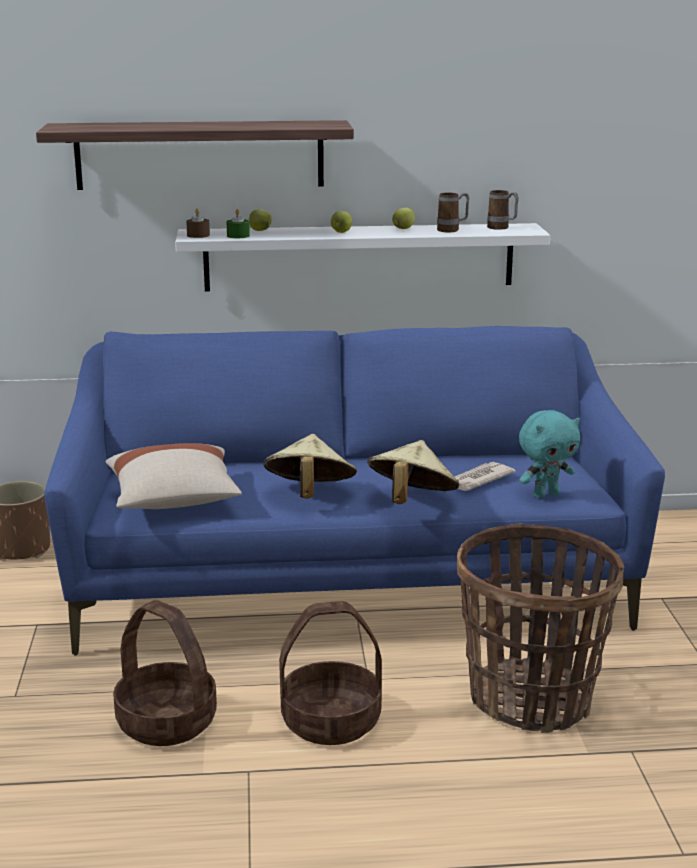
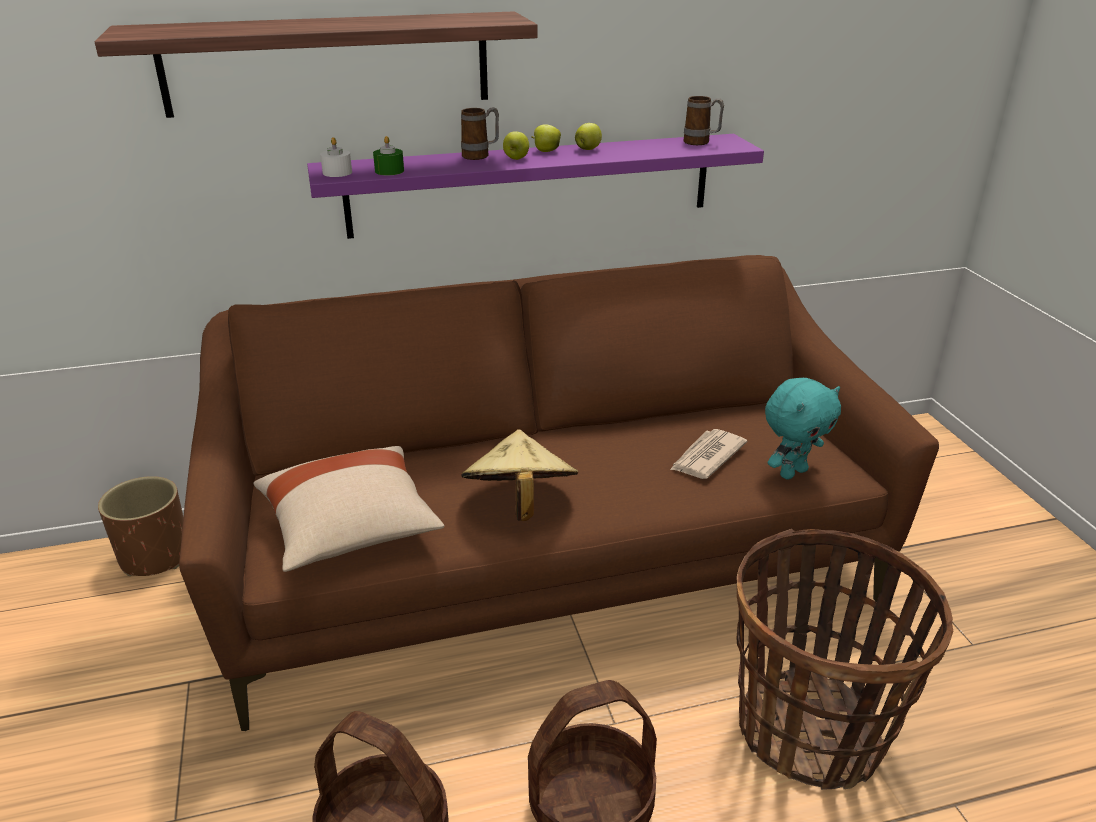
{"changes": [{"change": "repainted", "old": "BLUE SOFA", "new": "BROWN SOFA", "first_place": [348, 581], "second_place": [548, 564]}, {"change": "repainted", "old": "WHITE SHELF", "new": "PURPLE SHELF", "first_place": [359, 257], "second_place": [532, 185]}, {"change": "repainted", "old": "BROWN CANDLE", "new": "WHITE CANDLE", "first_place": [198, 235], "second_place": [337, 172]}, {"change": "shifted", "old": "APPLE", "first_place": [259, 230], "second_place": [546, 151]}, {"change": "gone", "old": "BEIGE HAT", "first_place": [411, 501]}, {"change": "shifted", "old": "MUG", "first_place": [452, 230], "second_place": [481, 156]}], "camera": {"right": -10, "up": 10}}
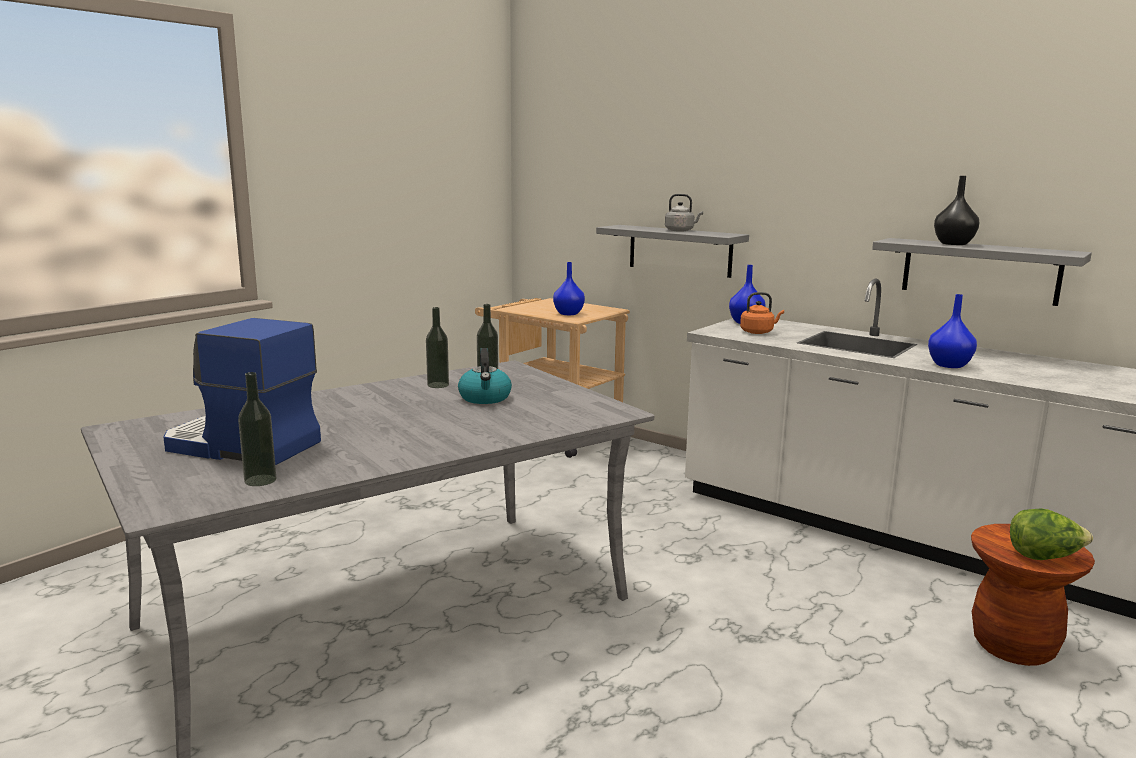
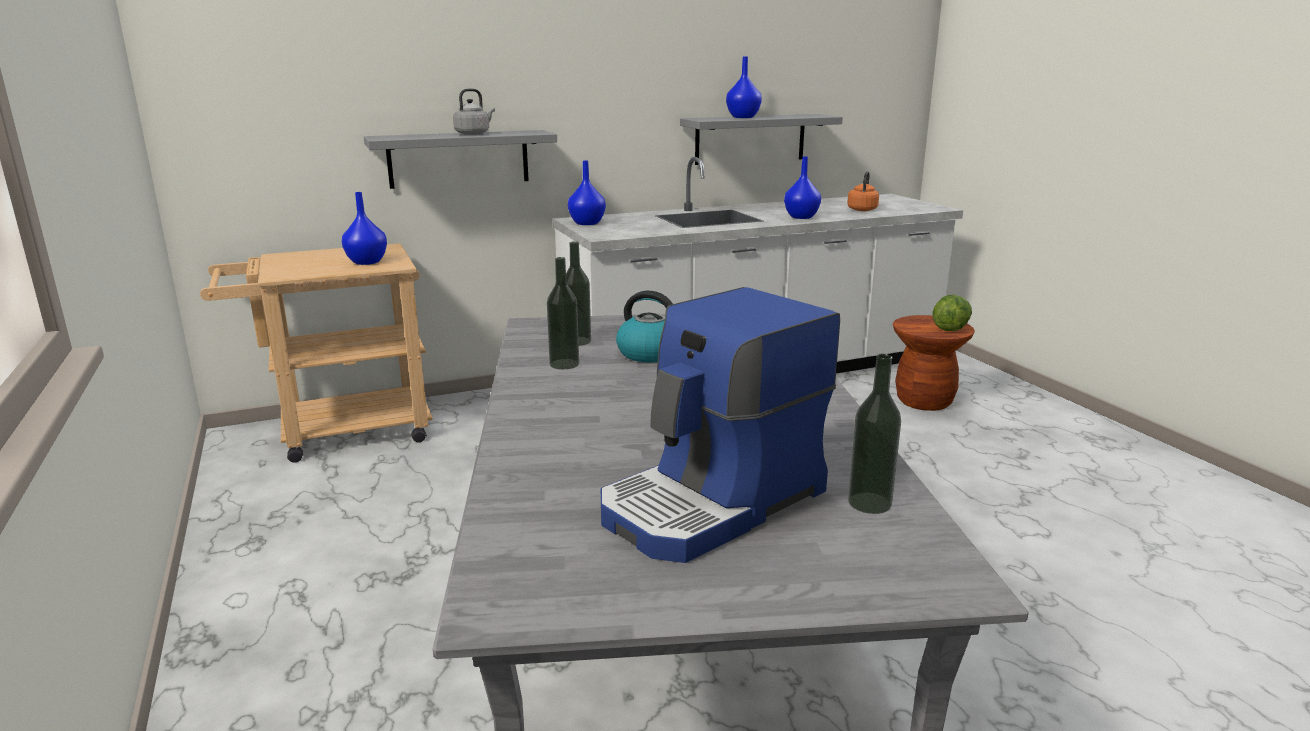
{"changes": [{"change": "shifted", "old": "ORANGE KETTLE", "first_place": [758, 332], "second_place": [862, 209]}, {"change": "repainted", "old": "BLACK VASE", "new": "BLUE VASE", "first_place": [953, 244], "second_place": [743, 117]}], "camera": {"right": -60, "up": 5}}
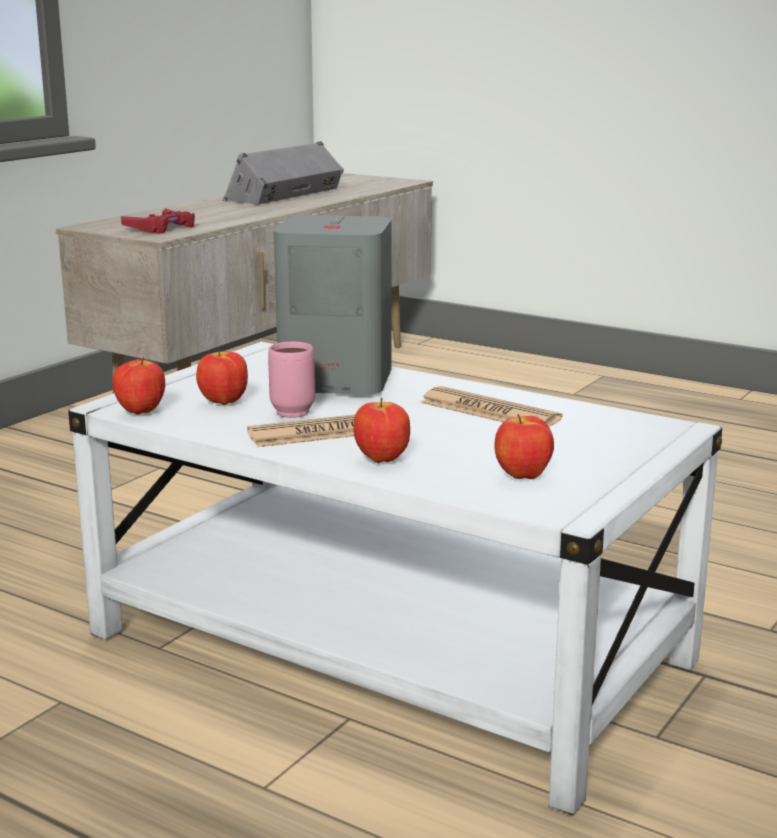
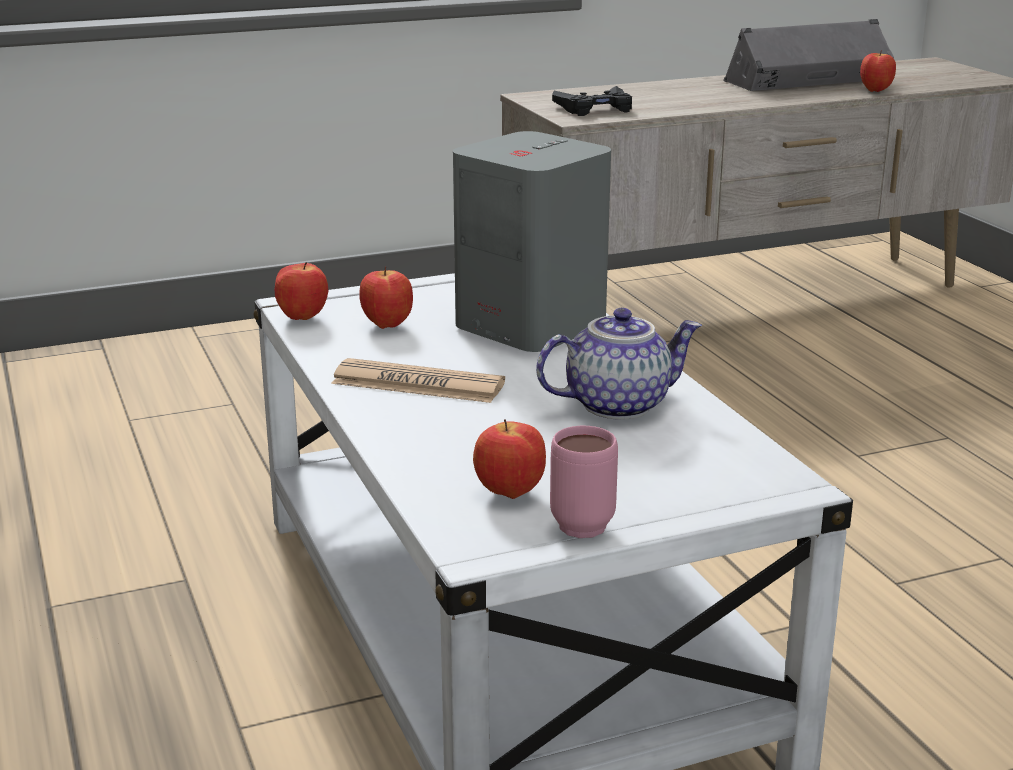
{"changes": [{"change": "repainted", "old": "RED GAME CONTROLLER", "new": "BLACK GAME CONTROLLER", "first_place": [161, 228], "second_place": [595, 108]}, {"change": "shifted", "old": "PINK MUG", "first_place": [288, 410], "second_place": [582, 520]}, {"change": "shifted", "old": "APPLE", "first_place": [381, 460], "second_place": [875, 91]}, {"change": "swapped", "old": "NEWSPAPER", "new": "TEAPOT", "first_place": [489, 411], "second_place": [617, 404]}], "camera": {"right": 35, "up": 5}}
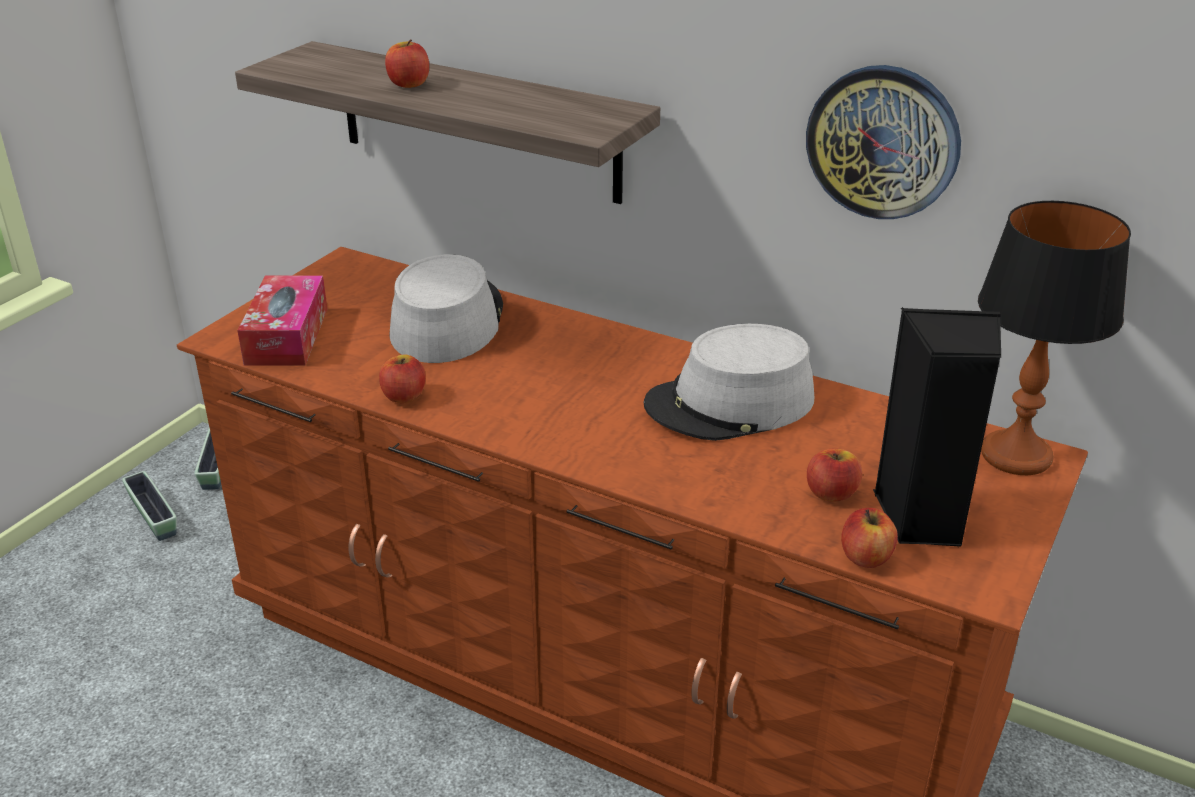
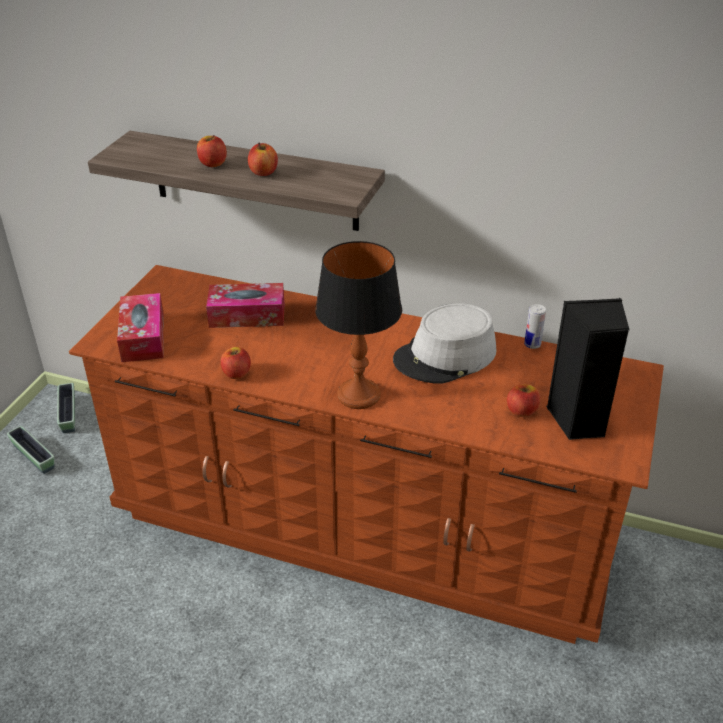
{"changes": [{"change": "swapped", "old": "GREY HAT", "new": "TISSUE BOX", "first_place": [447, 321], "second_place": [247, 315]}, {"change": "gone", "old": "WALL CLOCK", "first_place": [883, 142]}, {"change": "shifted", "old": "APPLE", "first_place": [866, 557], "second_place": [263, 172]}, {"change": "shifted", "old": "TABLE LAMP", "first_place": [1014, 455], "second_place": [358, 395]}, {"change": "new", "new": "CAN", "second_place": [532, 344]}], "camera": {"right": -10, "up": 5}}
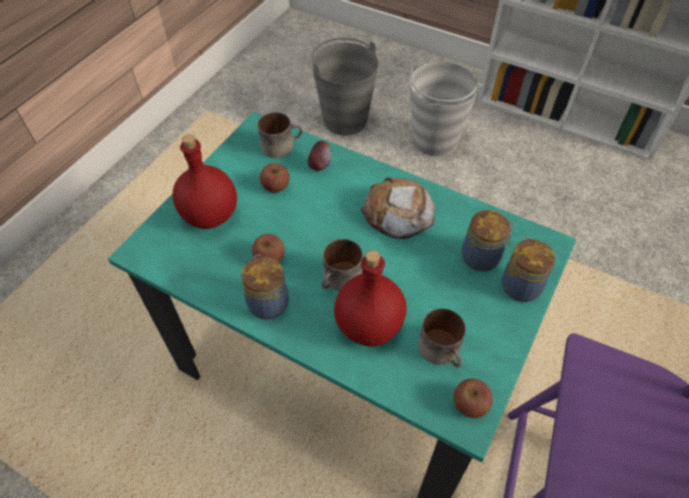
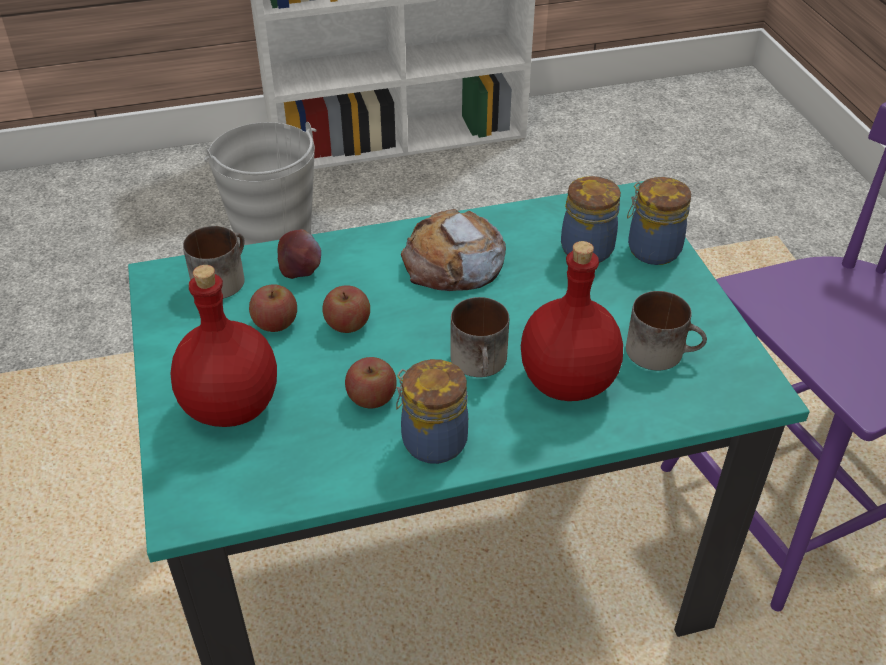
{"changes": [{"change": "gone", "old": "GREY BUCKET", "first_place": [345, 119]}, {"change": "shifted", "old": "APPLE", "first_place": [470, 404], "second_place": [347, 324]}], "camera": {"right": -45, "up": -10}}
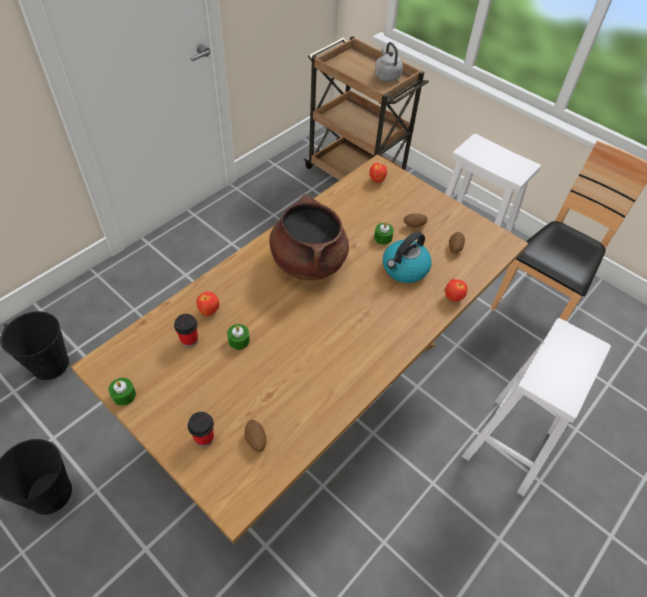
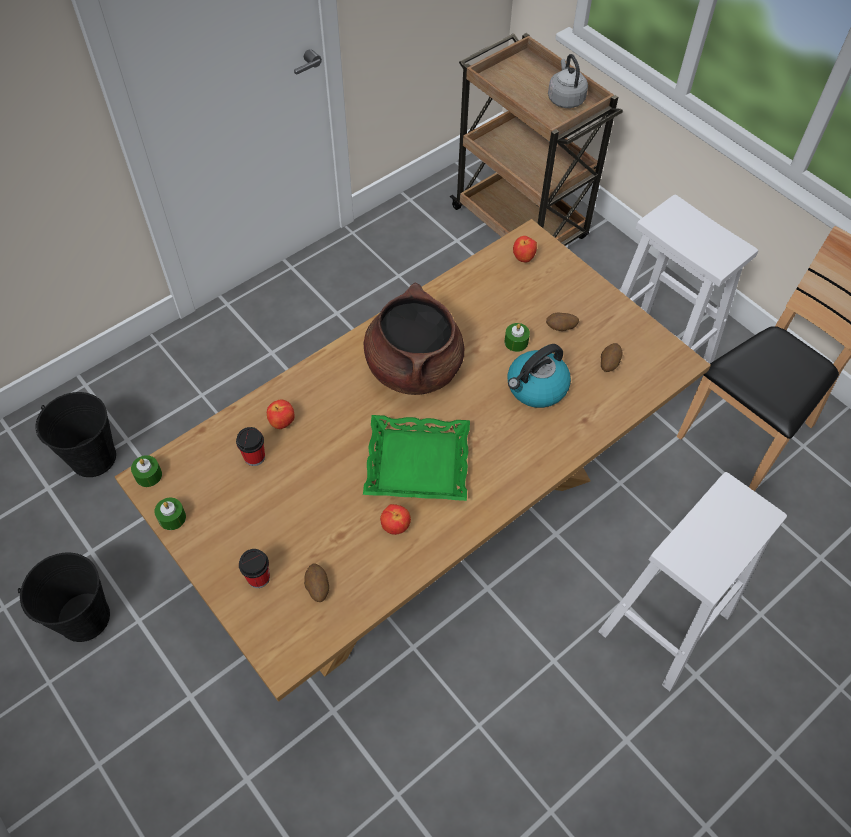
{"changes": [{"change": "shifted", "old": "GREEN CANDLE", "first_place": [239, 340], "second_place": [148, 475]}, {"change": "shifted", "old": "APPLE", "first_place": [453, 297], "second_place": [396, 527]}, {"change": "new", "new": "GREEN TRAY", "second_place": [417, 464]}], "camera": {"right": 10, "up": 5}}
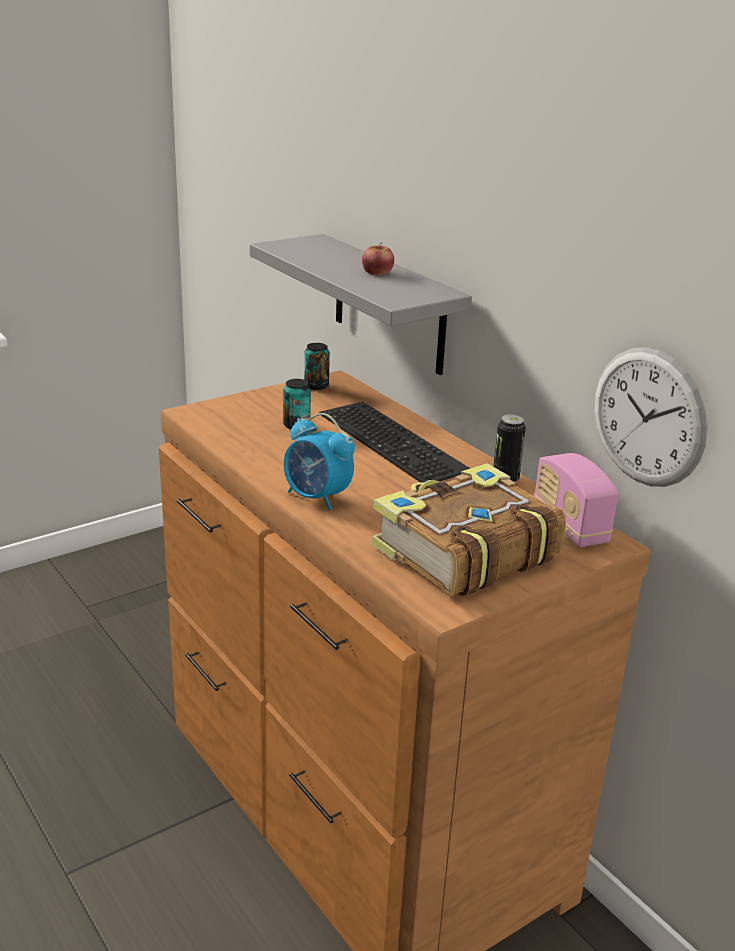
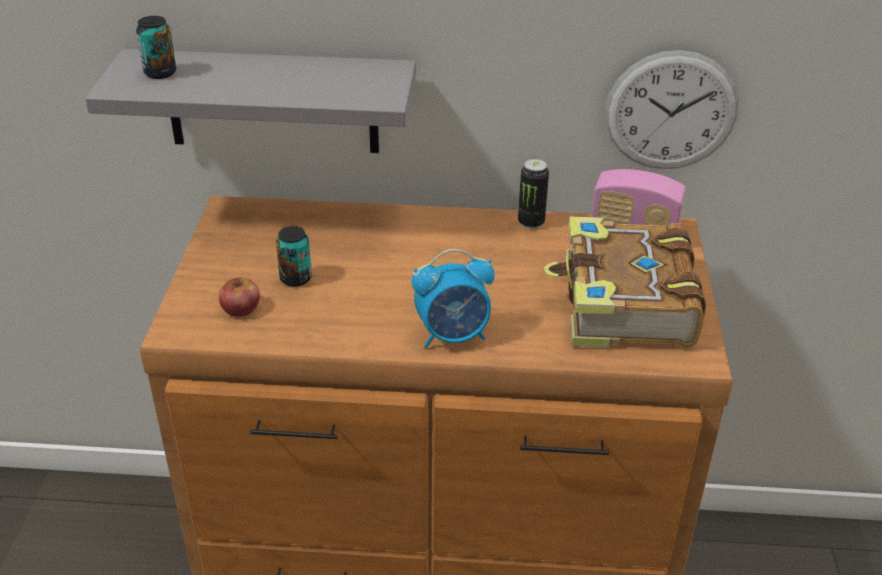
{"changes": [{"change": "shifted", "old": "CAN", "first_place": [316, 385], "second_place": [160, 73]}, {"change": "gone", "old": "KEYBOARD", "first_place": [395, 441]}, {"change": "shifted", "old": "APPLE", "first_place": [377, 272], "second_place": [240, 308]}], "camera": {"right": -50, "up": 10}}
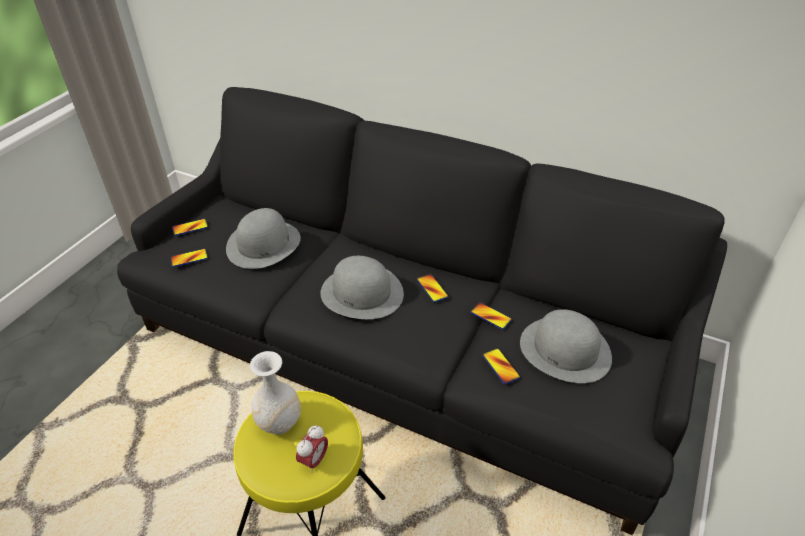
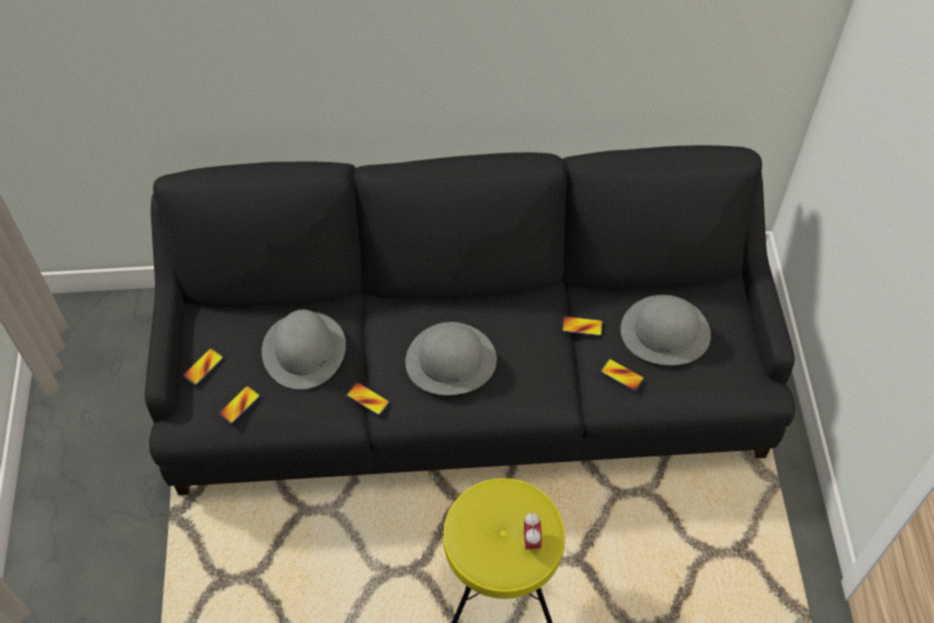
{"changes": [{"change": "gone", "old": "WHITE VASE", "first_place": [279, 422]}, {"change": "shifted", "old": "PHONE", "first_place": [432, 288], "second_place": [367, 399]}], "camera": {"right": -30, "up": 15}}
